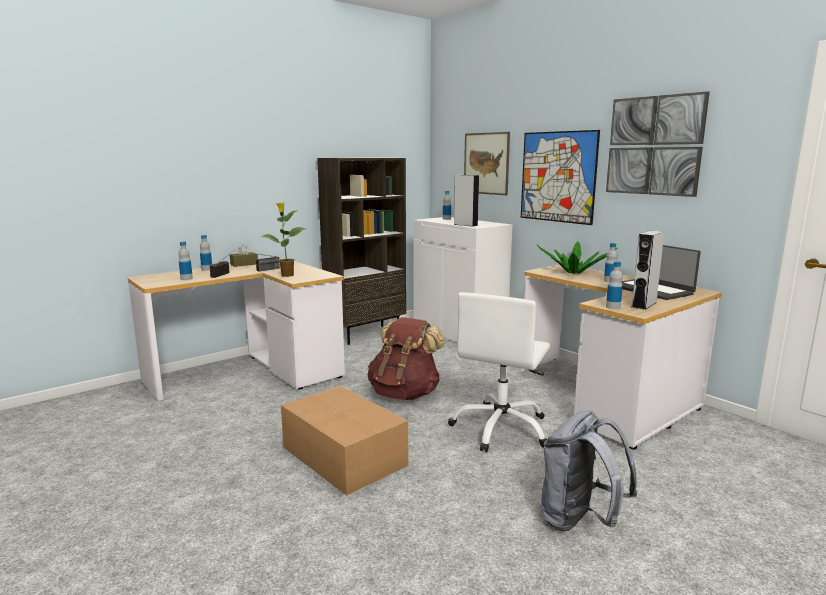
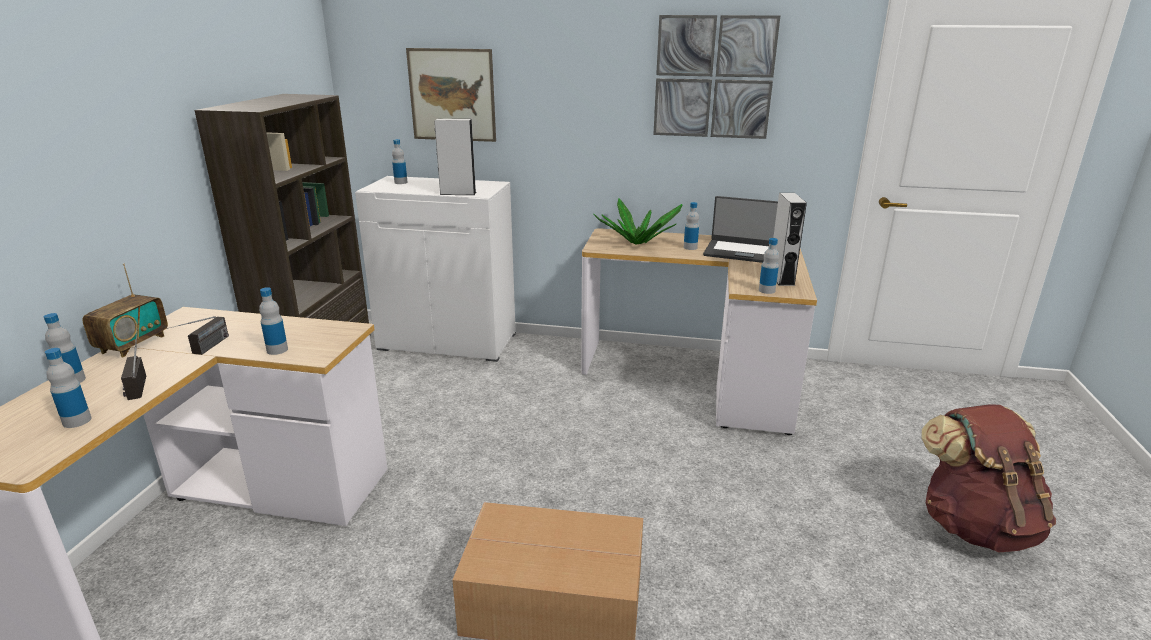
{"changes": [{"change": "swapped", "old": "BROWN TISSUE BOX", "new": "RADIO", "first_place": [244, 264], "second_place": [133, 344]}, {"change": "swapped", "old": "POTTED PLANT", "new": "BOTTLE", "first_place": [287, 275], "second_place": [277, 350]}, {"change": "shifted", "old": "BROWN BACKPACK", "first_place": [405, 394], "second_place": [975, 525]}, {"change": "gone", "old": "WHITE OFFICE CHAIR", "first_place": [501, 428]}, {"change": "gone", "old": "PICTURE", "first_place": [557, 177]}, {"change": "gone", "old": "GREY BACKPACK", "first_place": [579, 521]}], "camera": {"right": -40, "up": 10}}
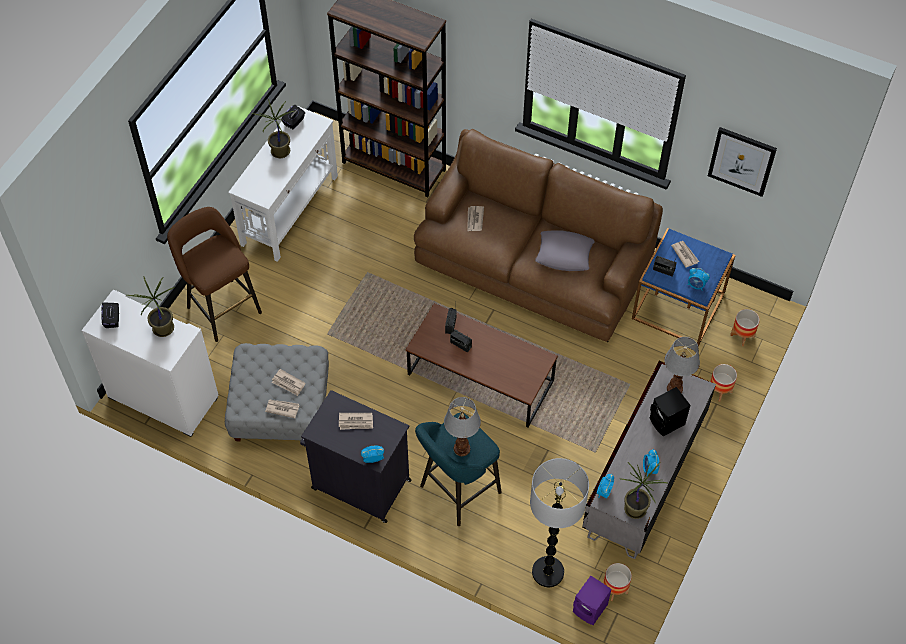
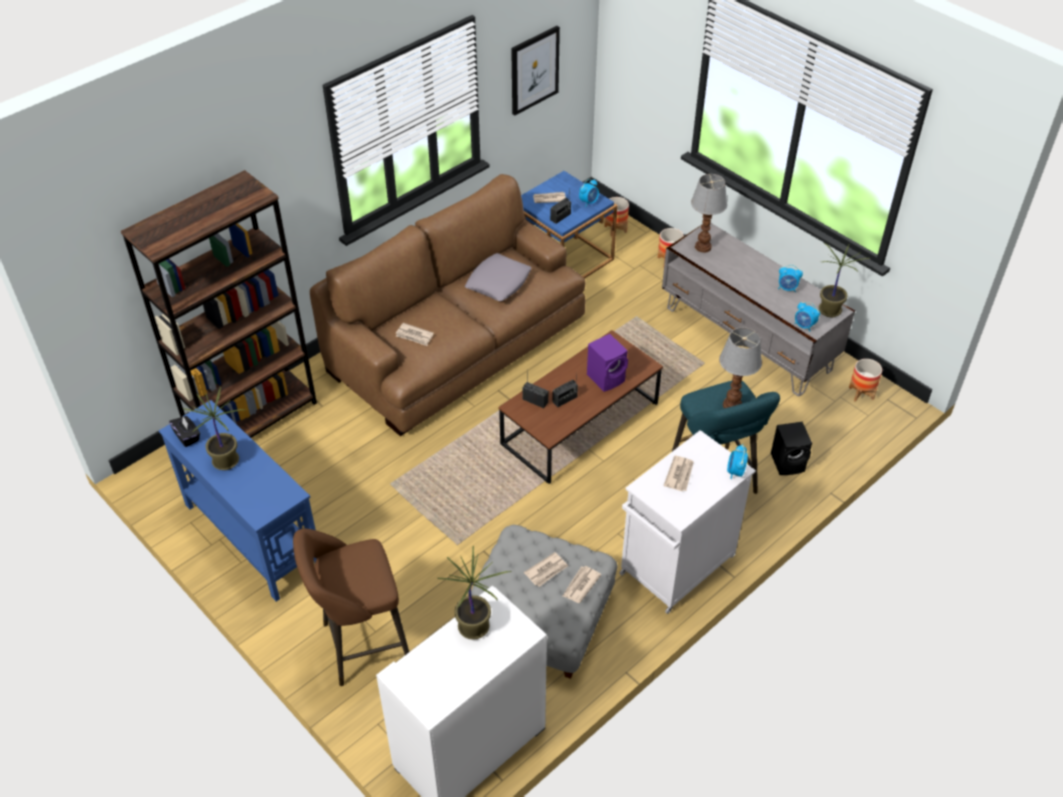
{"changes": [{"change": "gone", "old": "BLACK TISSUE BOX", "first_place": [112, 319]}, {"change": "repainted", "old": "WHITE CONSOLE TABLE", "new": "BLUE CONSOLE TABLE", "first_place": [290, 210], "second_place": [253, 535]}, {"change": "repainted", "old": "BLACK CABINET", "new": "WHITE CABINET", "first_place": [359, 484], "second_place": [676, 566]}, {"change": "gone", "old": "FLOOR LAMP", "first_place": [548, 572]}, {"change": "shifted", "old": "PURPLE SPEAKER", "first_place": [591, 609], "second_place": [607, 377]}, {"change": "shifted", "old": "BLACK SPEAKER", "first_place": [667, 422], "second_place": [789, 463]}], "camera": {"right": -70, "up": -10}}
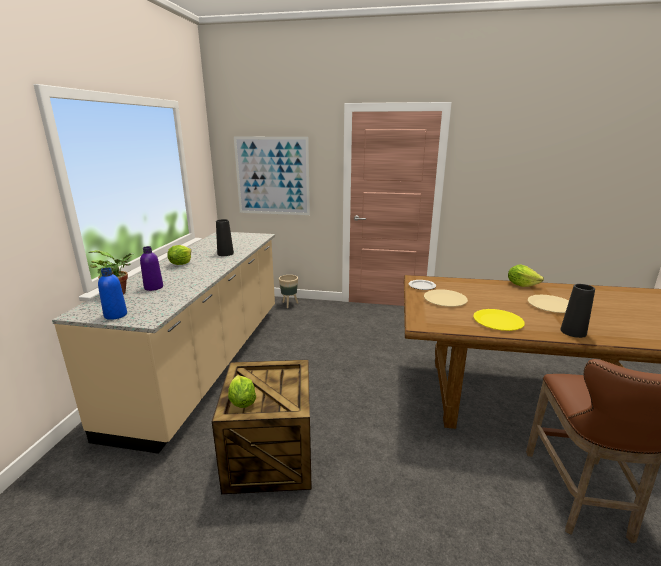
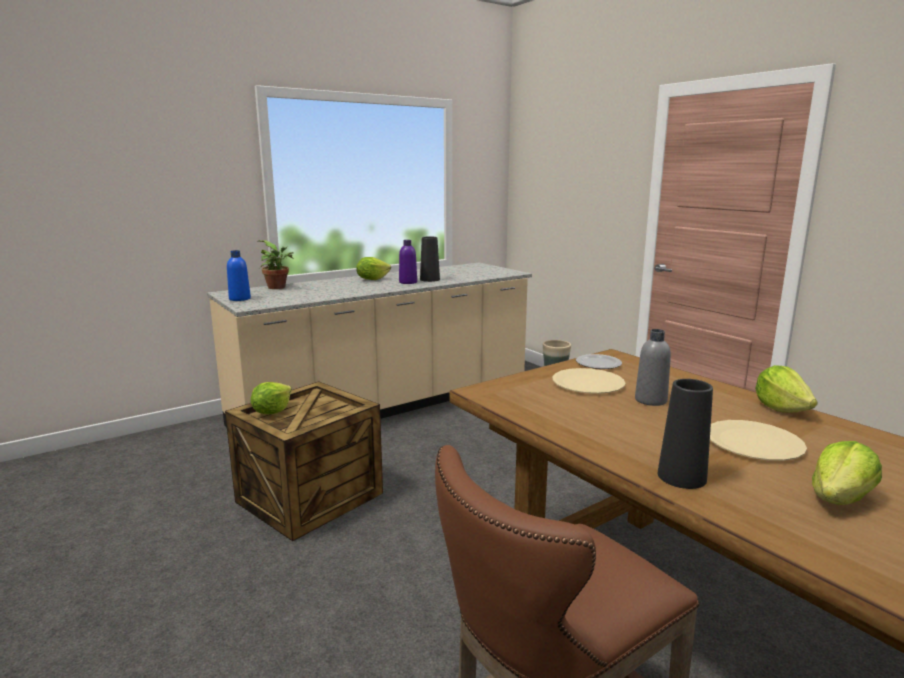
{"changes": [{"change": "shifted", "old": "PURPLE BOTTLE", "first_place": [153, 287], "second_place": [408, 282]}, {"change": "gone", "old": "PICTURE", "first_place": [272, 176]}, {"change": "gone", "old": "YELLOW PLATE", "first_place": [498, 321]}, {"change": "new", "new": "GREY BOTTLE", "second_place": [650, 400]}, {"change": "new", "new": "LETTUCE", "second_place": [840, 499]}], "camera": {"right": 45, "up": -5}}
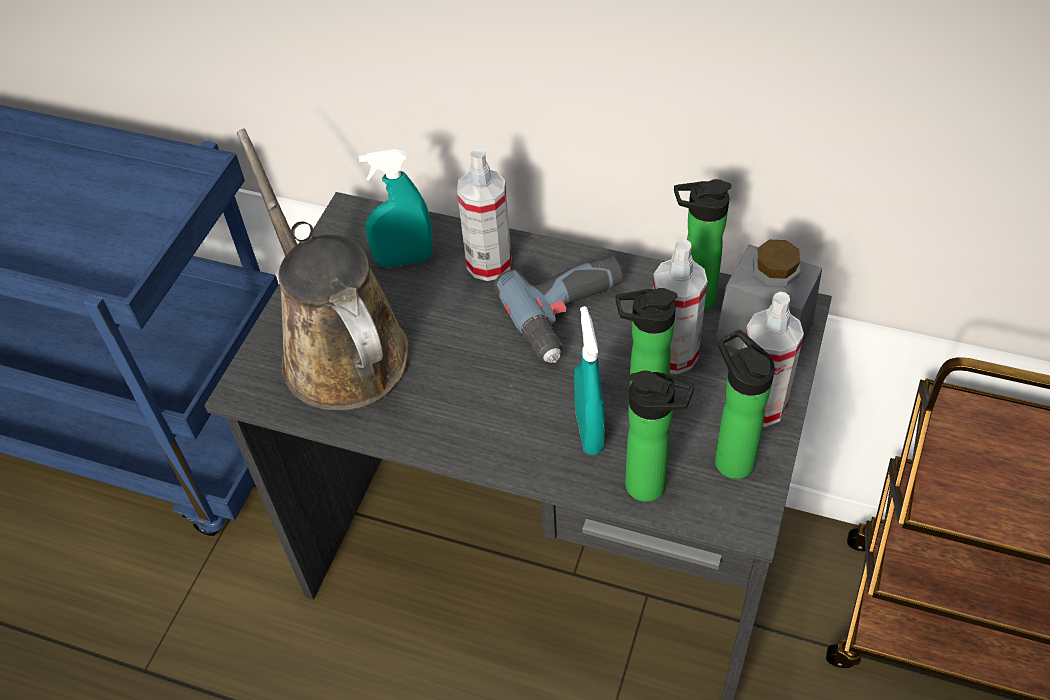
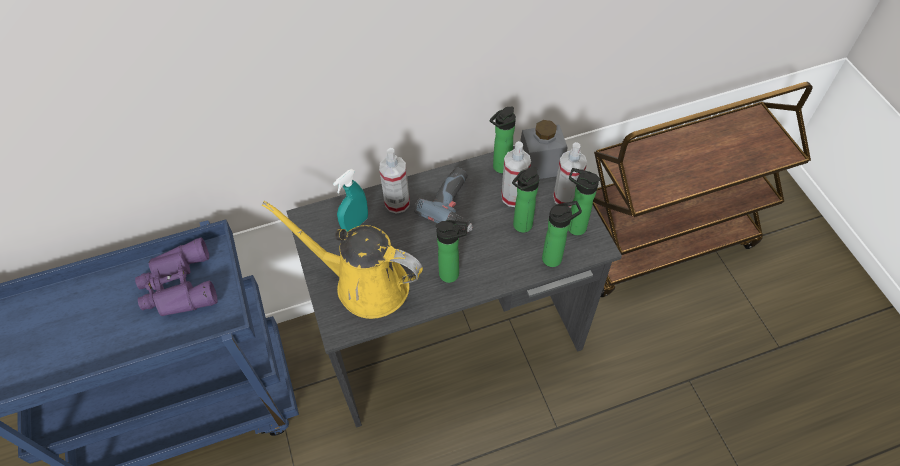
{"changes": [{"change": "repainted", "old": "BROWN WATERING CAN", "new": "YELLOW WATERING CAN", "first_place": [339, 348], "second_place": [365, 284]}, {"change": "gone", "old": "TURQUOISE SPRAY BOTTLE", "first_place": [589, 431]}, {"change": "new", "new": "PURPLE BINOCULARS", "second_place": [177, 286]}, {"change": "new", "new": "BOTTLE", "second_place": [452, 274]}], "camera": {"right": -40, "up": 5}}
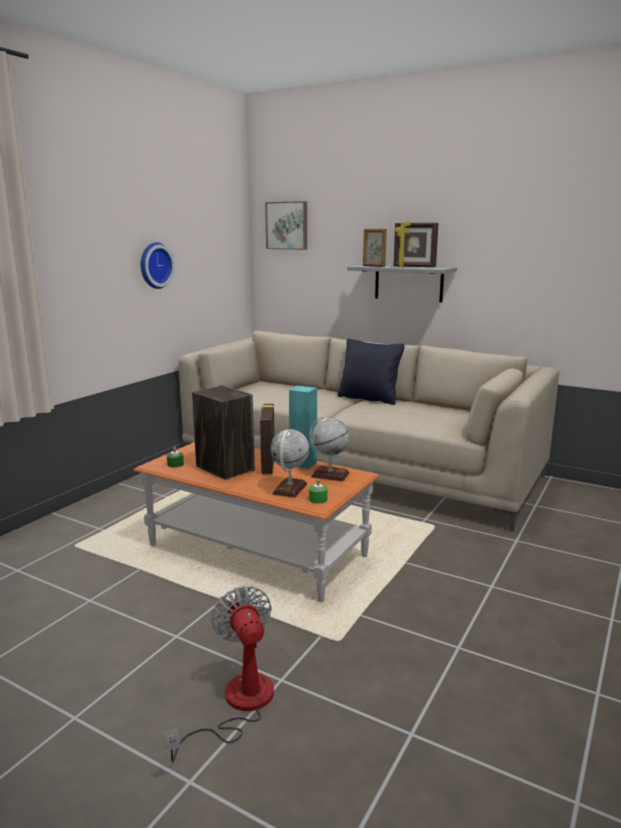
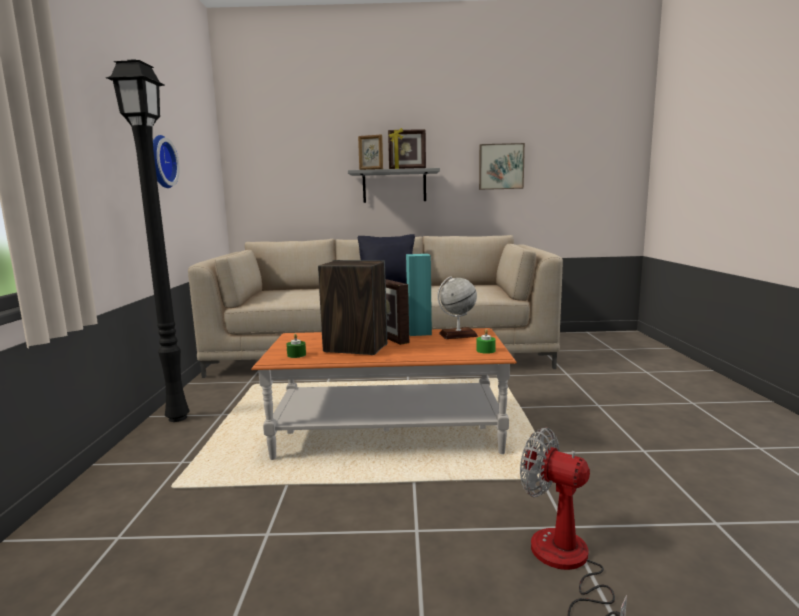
{"changes": [{"change": "shifted", "old": "PICTURE", "first_place": [287, 225], "second_place": [501, 166]}, {"change": "gone", "old": "GLOBE", "first_place": [290, 489]}, {"change": "new", "new": "BLACK FLOOR LAMP", "second_place": [177, 417]}], "camera": {"right": -30, "up": -5}}
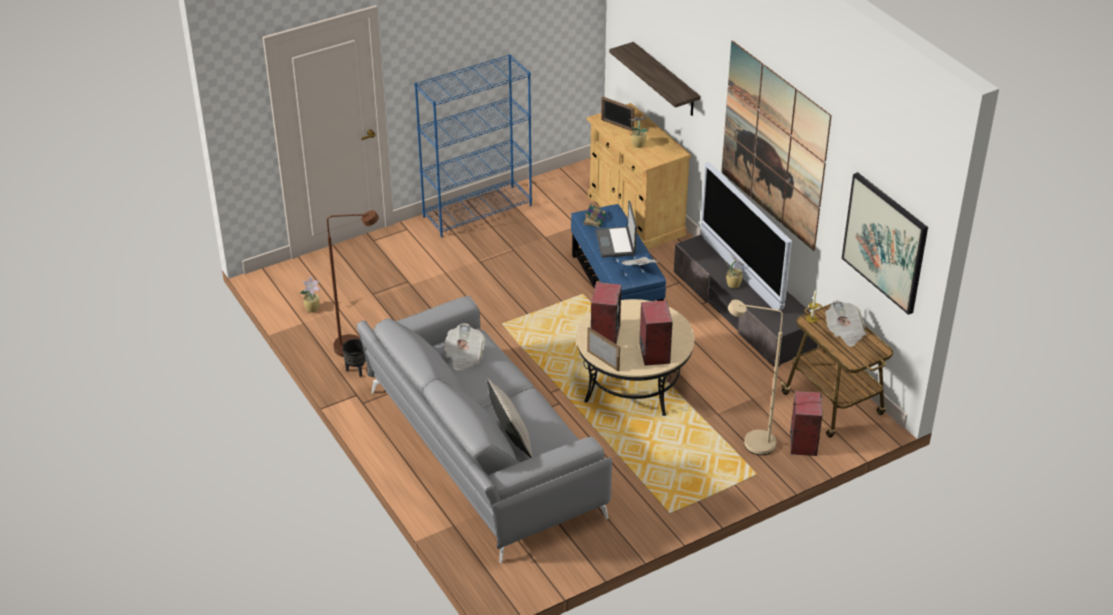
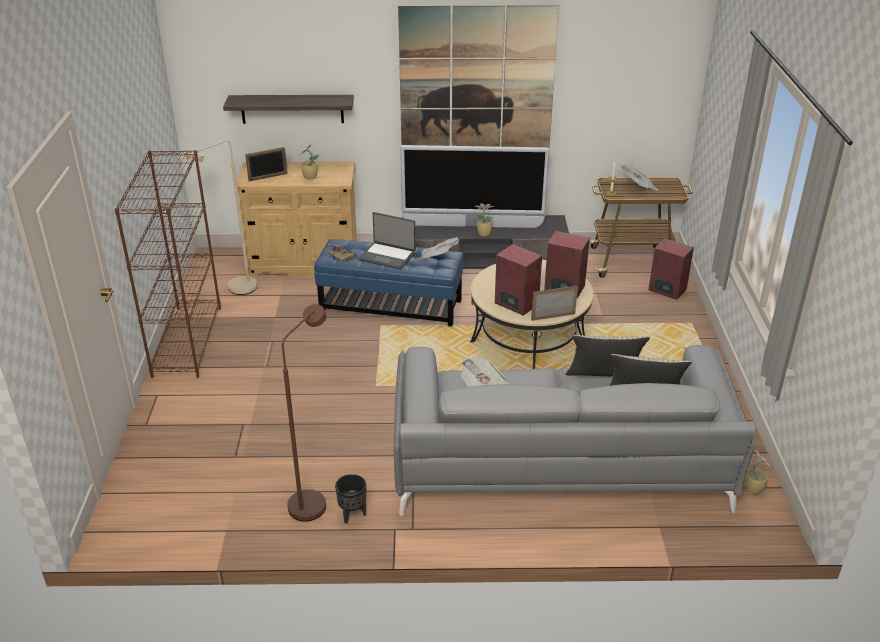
{"changes": [{"change": "shifted", "old": "POTTED PLANT", "first_place": [313, 309], "second_place": [753, 488]}, {"change": "repainted", "old": "BLUE BOOKCASE", "new": "BROWN BOOKCASE", "first_place": [478, 211], "second_place": [187, 340]}, {"change": "shifted", "old": "BEIGE FLOOR LAMP", "first_place": [750, 443], "second_place": [236, 290]}, {"change": "gone", "old": "PICTURE", "first_place": [885, 242]}, {"change": "new", "new": "BEIGE PILLOW", "second_place": [603, 382]}], "camera": {"right": -60, "up": -5}}
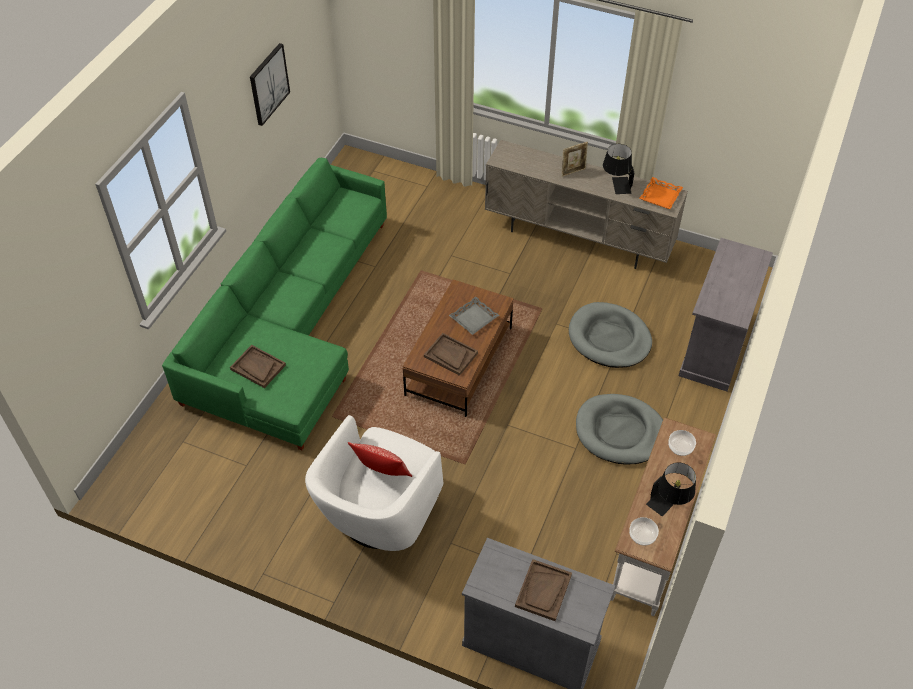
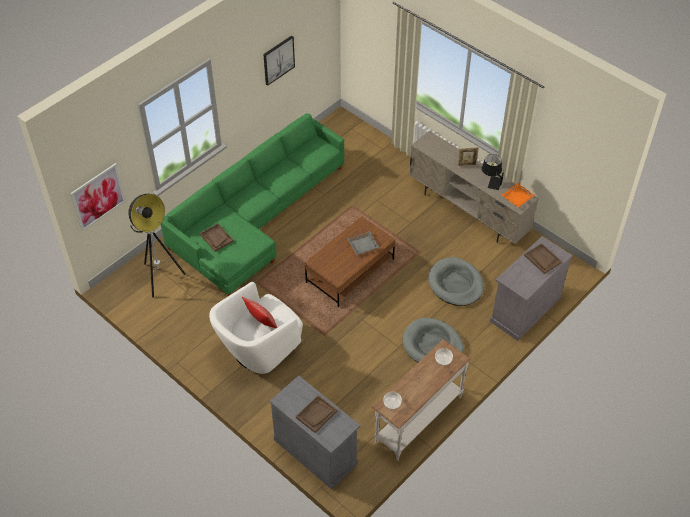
{"changes": [{"change": "shifted", "old": "BROWN TRAY", "first_place": [450, 355], "second_place": [542, 259]}, {"change": "gone", "old": "BLACK TABLE LAMP", "first_place": [669, 504]}, {"change": "new", "new": "PICTURE", "second_place": [98, 197]}, {"change": "new", "new": "FLOOR LAMP", "second_place": [160, 277]}], "camera": {"right": 20, "up": 0}}
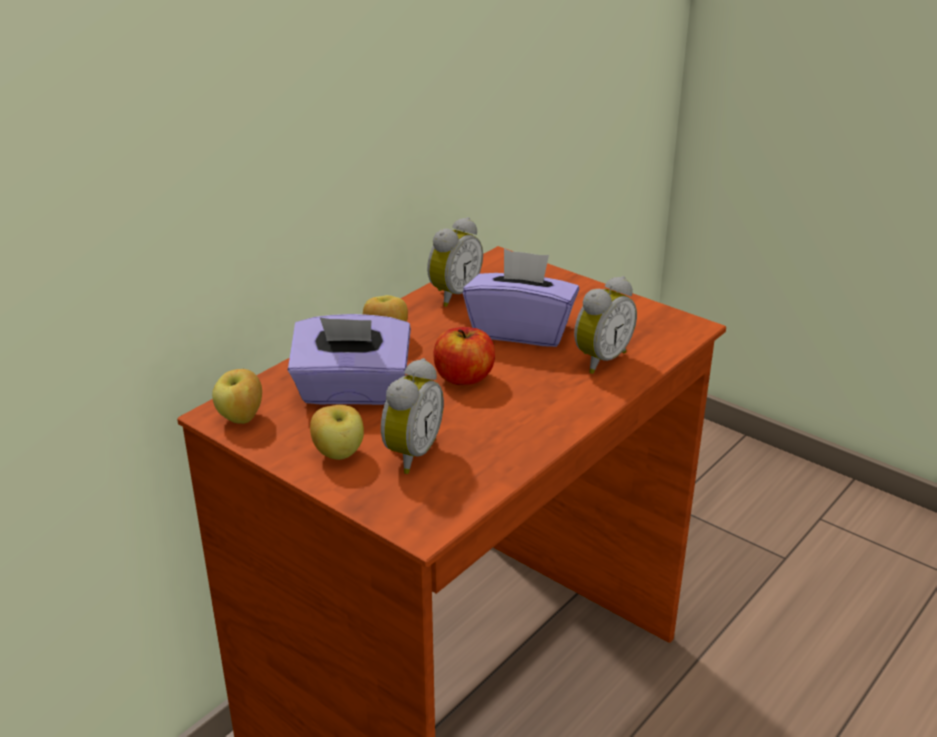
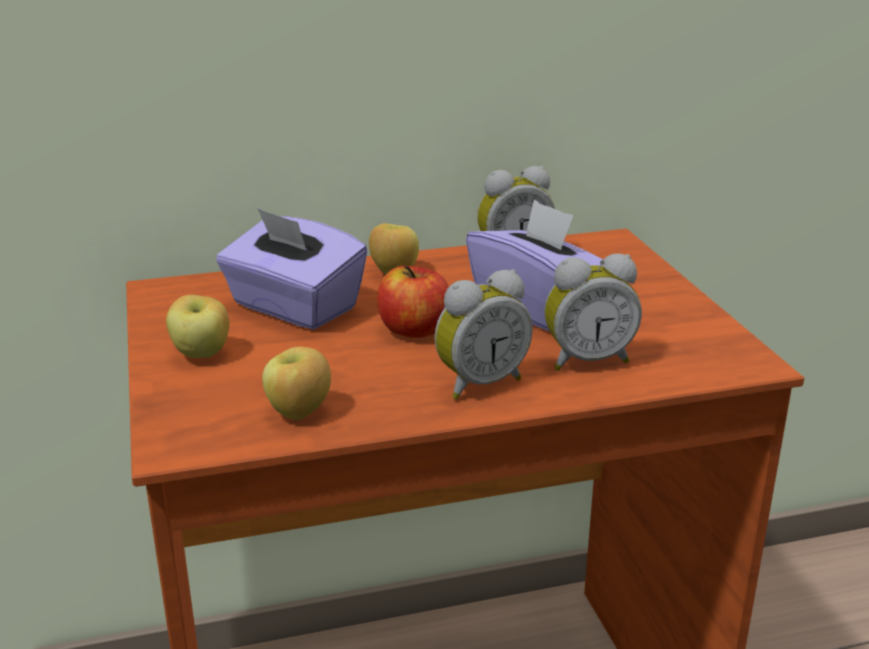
{"changes": [{"change": "shifted", "old": "APPLE", "first_place": [241, 418], "second_place": [299, 413]}, {"change": "shifted", "old": "ALARM CLOCK", "first_place": [409, 454], "second_place": [479, 383]}], "camera": {"right": 35, "up": -5}}
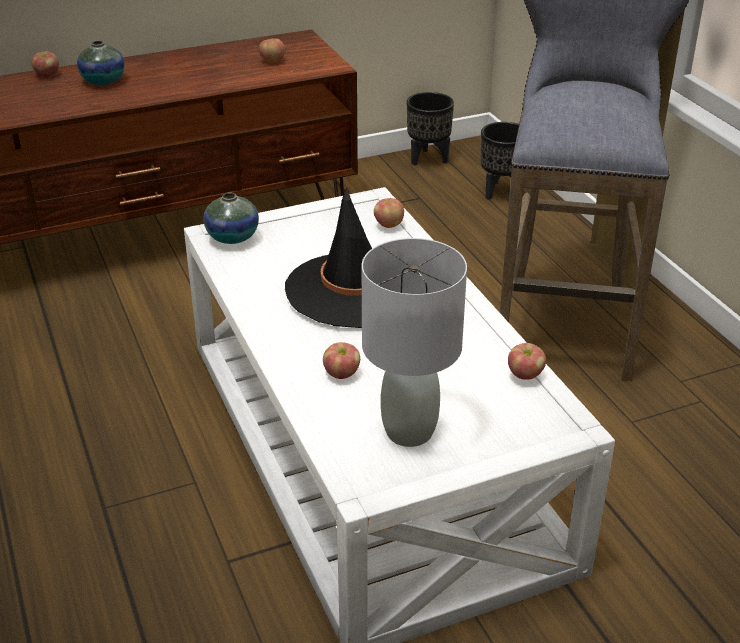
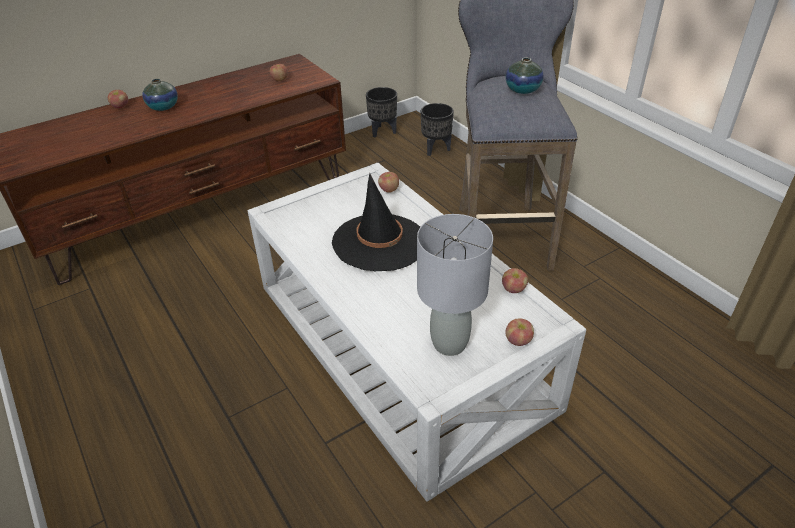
{"changes": [{"change": "shifted", "old": "VASE", "first_place": [232, 237], "second_place": [522, 90]}, {"change": "shifted", "old": "APPLE", "first_place": [342, 374], "second_place": [518, 341]}], "camera": {"right": -10, "up": 5}}
